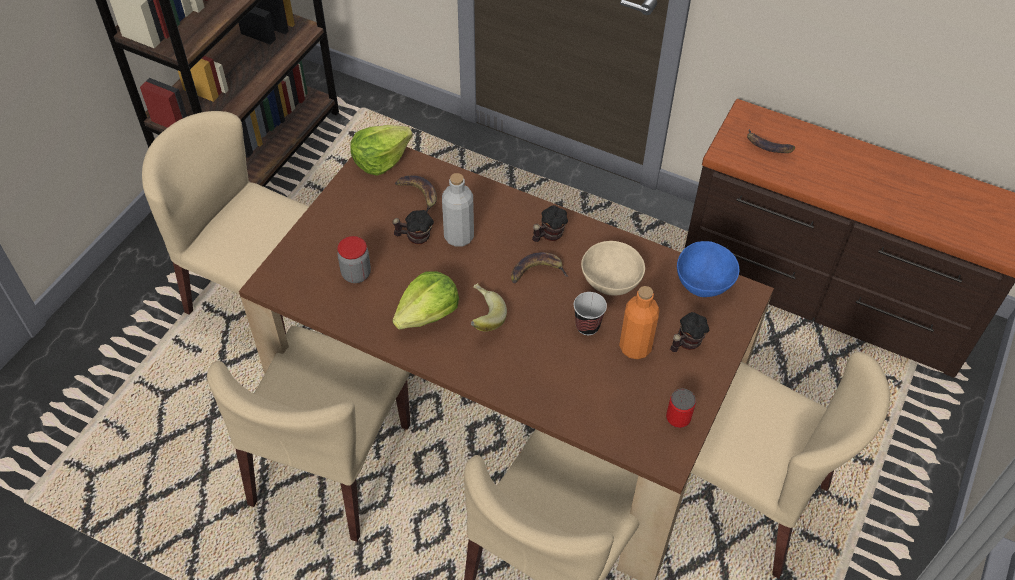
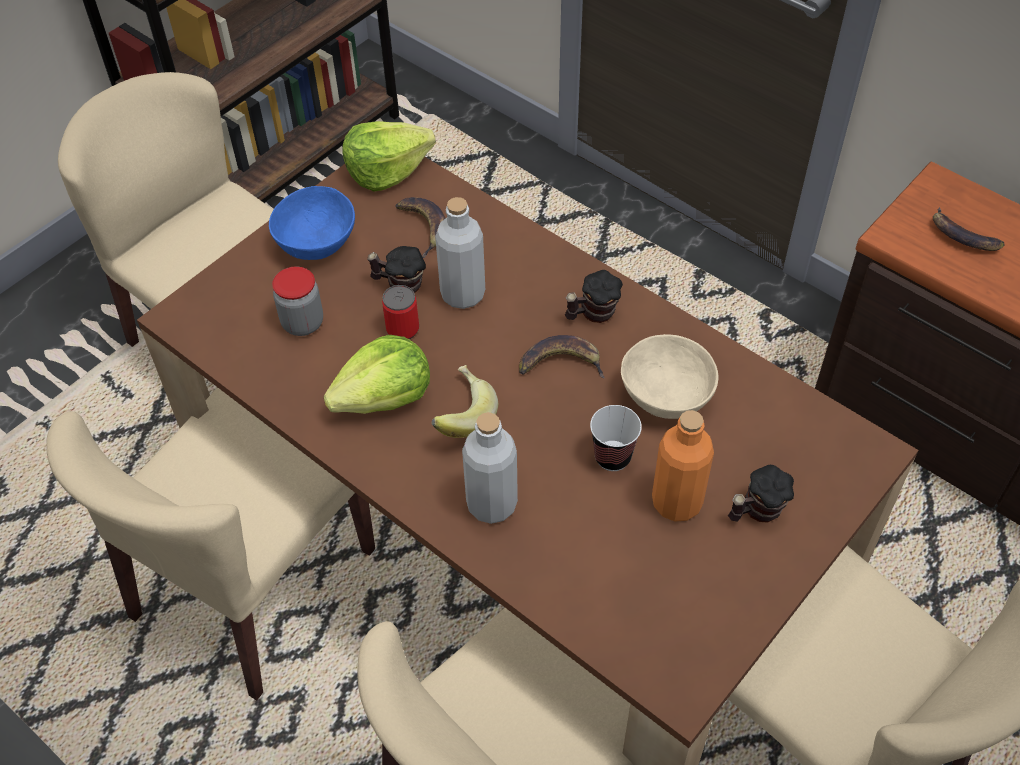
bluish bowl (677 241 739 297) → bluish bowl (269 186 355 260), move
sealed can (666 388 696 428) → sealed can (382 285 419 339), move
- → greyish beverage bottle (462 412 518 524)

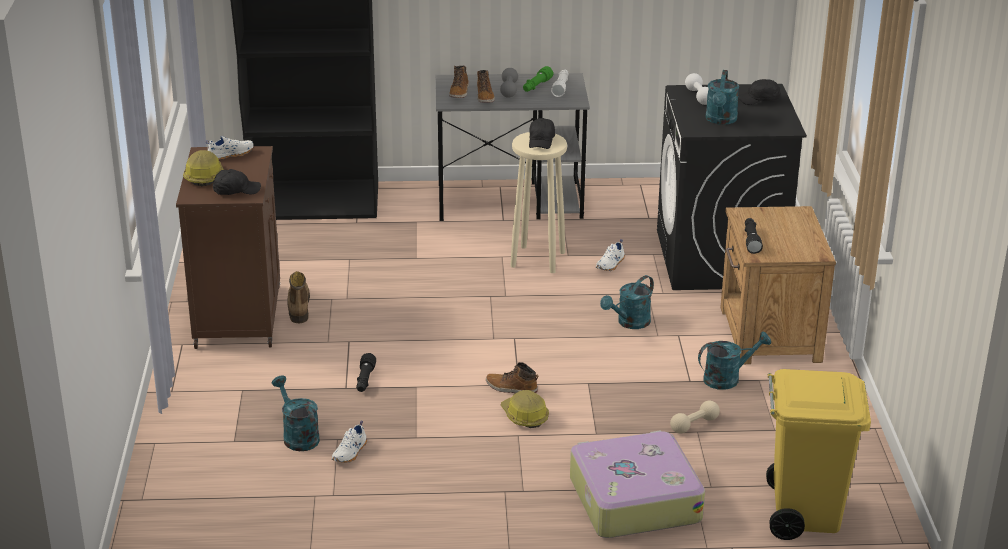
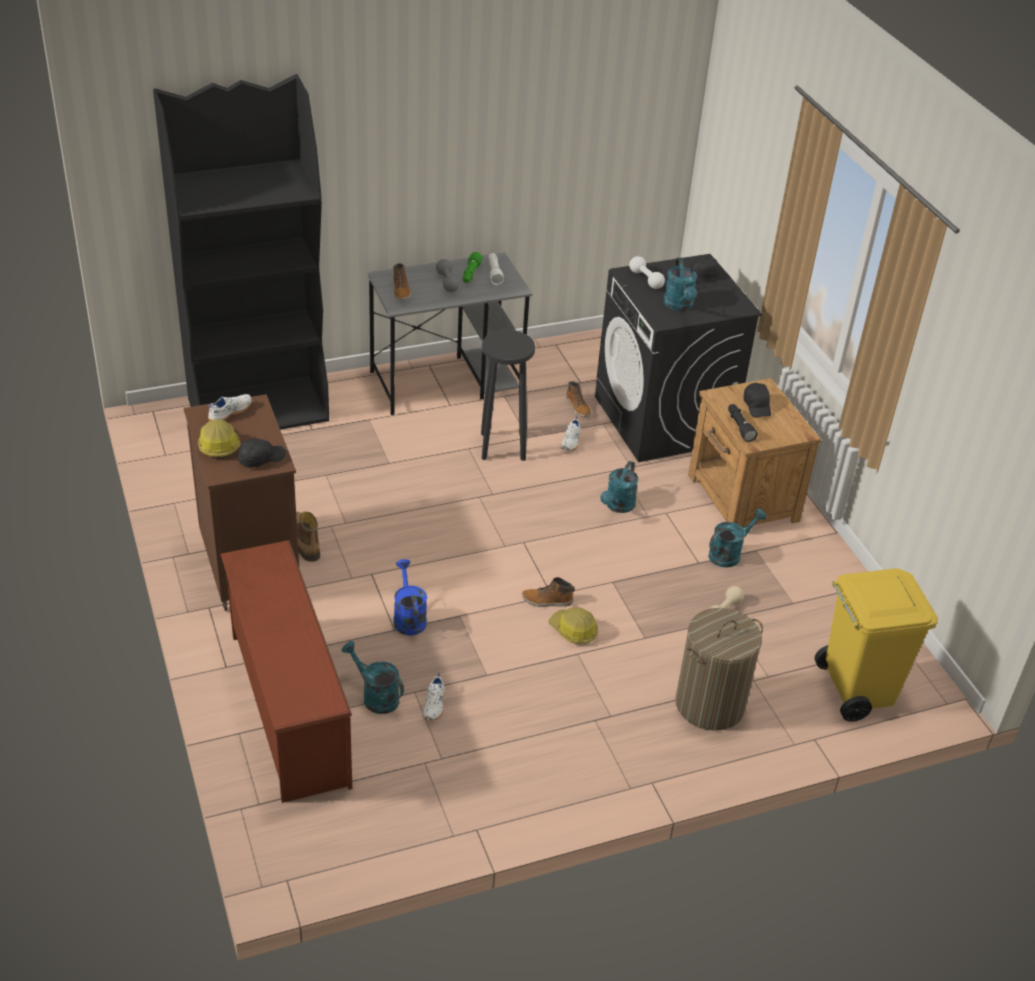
tall boot (477 70 495 102) → tall boot (566 381 591 417), move
black-coloured baseball cap (529 118 555 149) → black-coloured baseball cap (743 383 771 417), move
sand-coloured stool seat (510 132 567 273) → black-coloured stool seat (481 330 535 461)
black-coloured flashlight (356 353 376 392) → bluish sprinkling can (393 559 427 636)
piece of luggage (570 430 705 538) → laundry basket (676 608 763 731)
- → brown-coloured shoe rack (221 540 352 803)

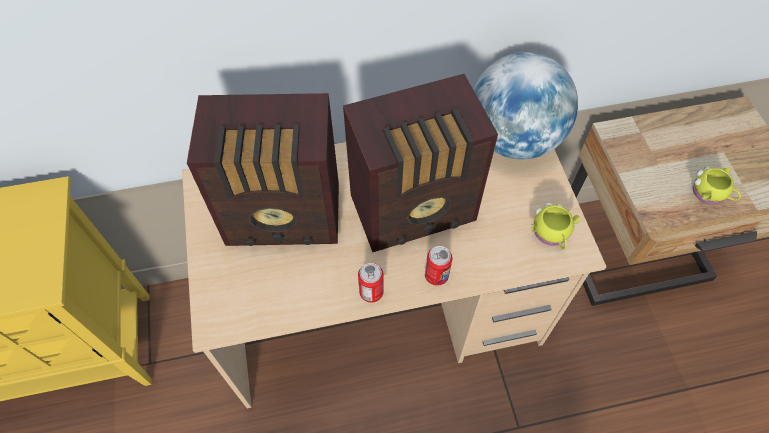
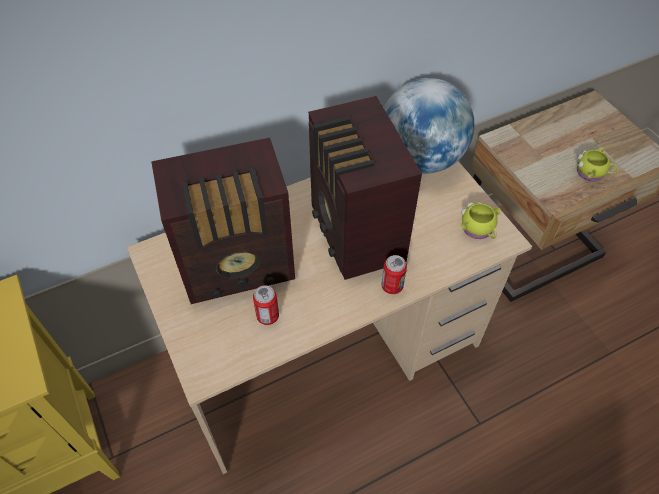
radio receiver (343 74 498 252) → radio receiver (308 96 422 280), 105 degrees clockwise
sealed can (358 263 384 303) → sealed can (253 285 279 325), move

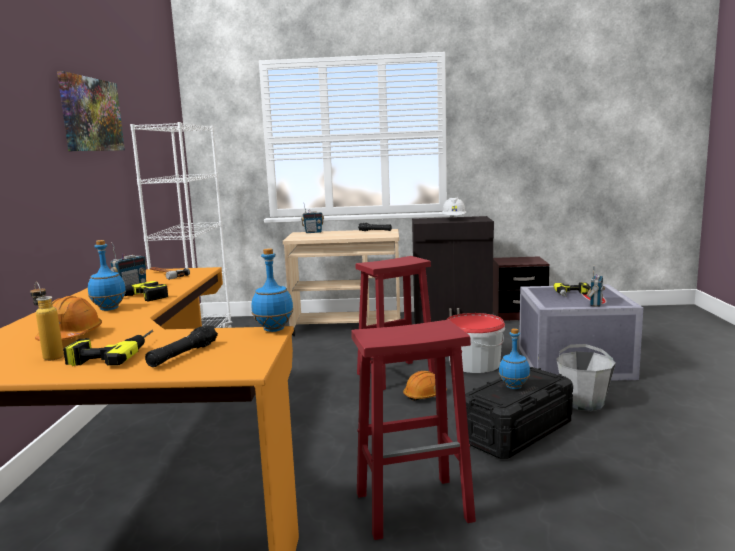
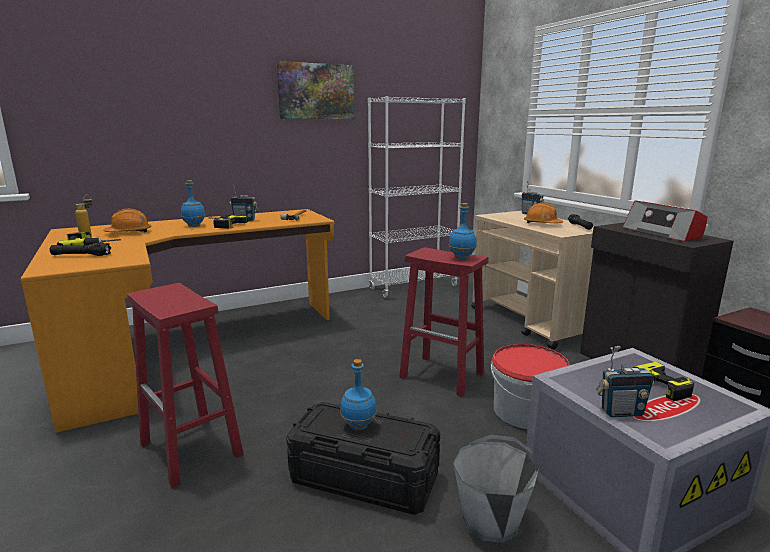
whitish safety helmet (441 198 466 217) → radio receiver (623 200 708 241)
bluish beverage bottle (252 248 293 332) → bluish beverage bottle (449 203 477 259), move
orangey safety helmet (403 371 447 401) → orangey safety helmet (524 203 563 223), move

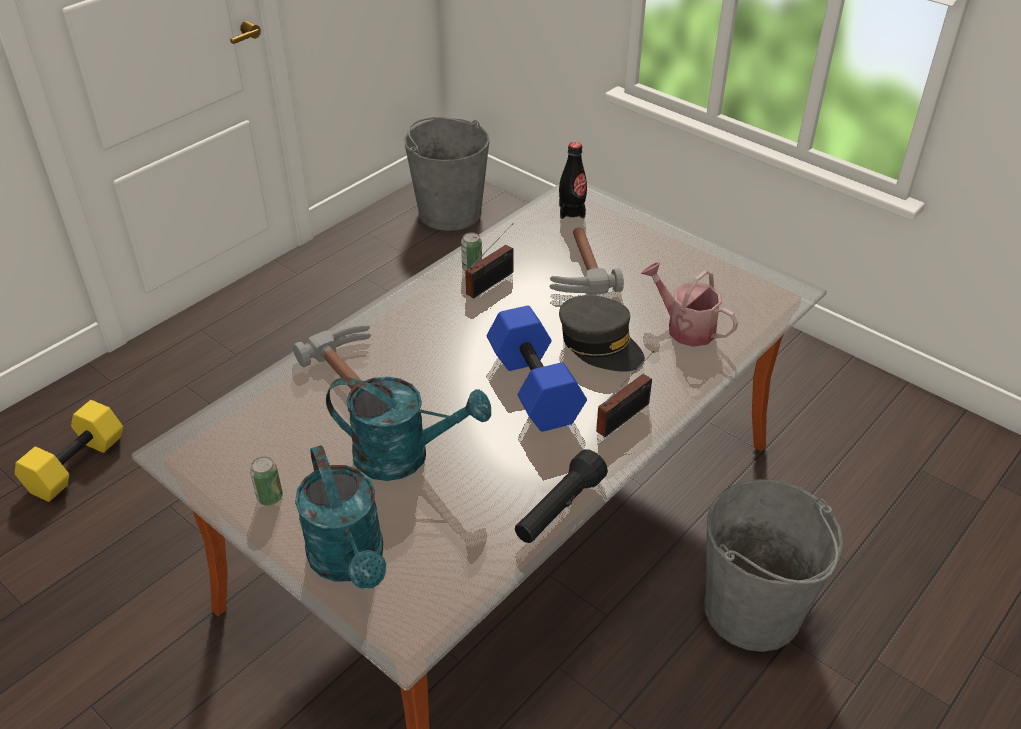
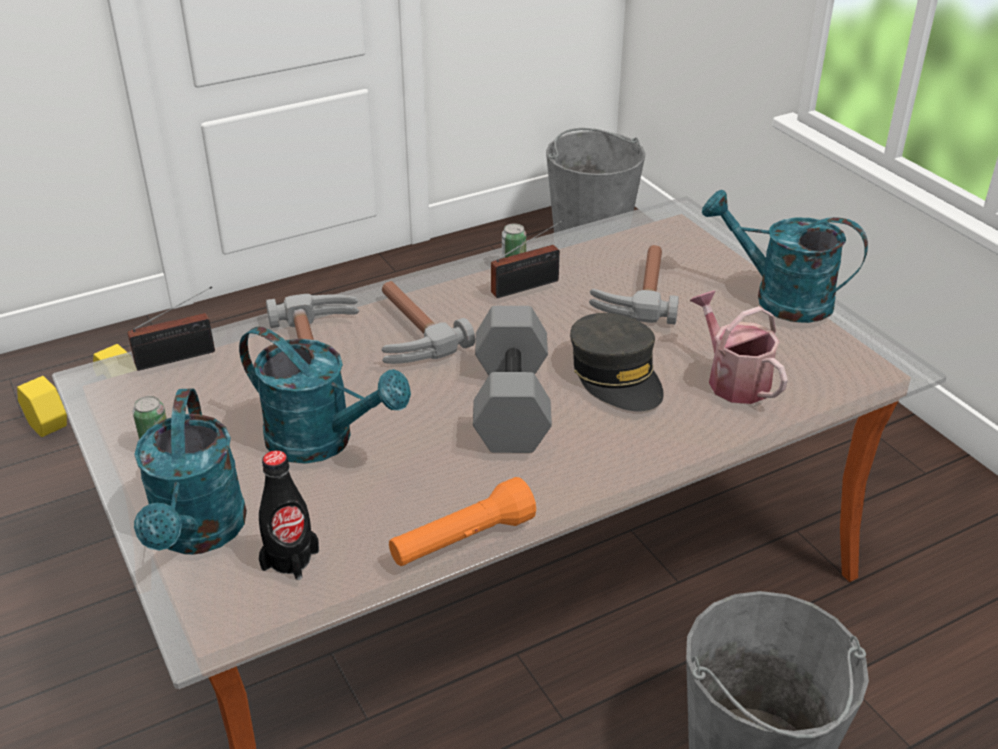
black-coloured beverage bottle (559 142 587 219) → black-coloured beverage bottle (259 450 319 580), move
bluish hand weight (487 305 587 432) → greyish hand weight (473 306 552 453)
radio receiver (596 350 654 437) → radio receiver (128 286 215 371), move
black-coloured flashlight (515 449 608 543) → orangey flashlight (389 477 536 566)
- → blue-green sprinkling can (702 190 868 323)
- → hammer (381 281 475 364)

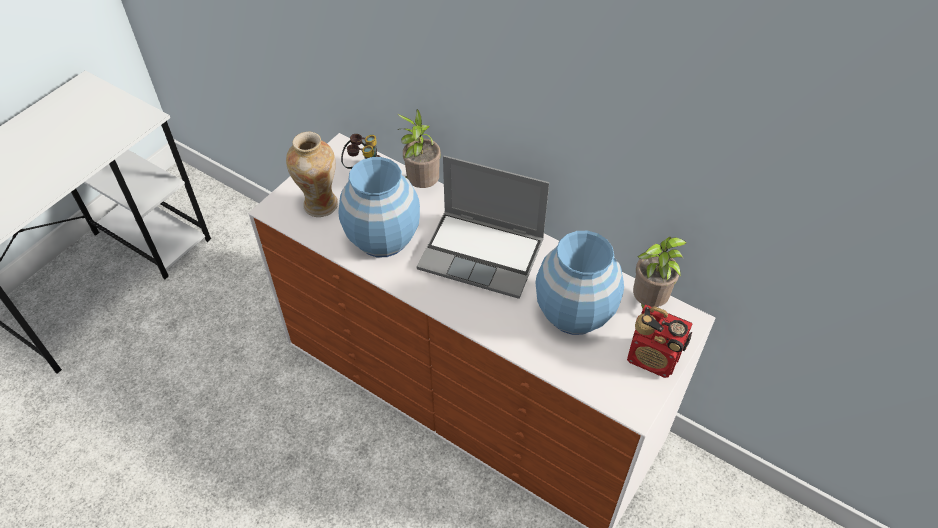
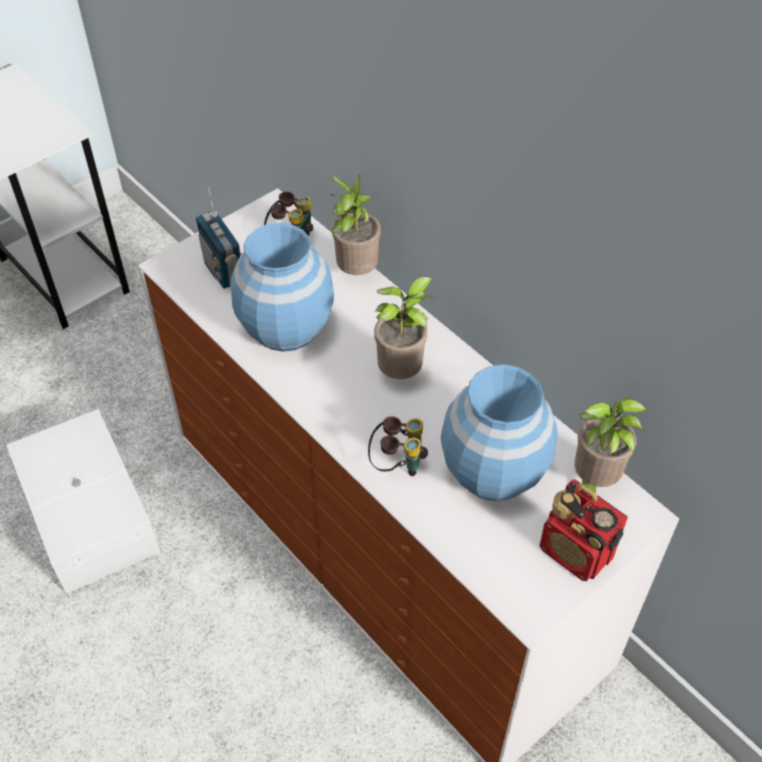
decorative vase (286 132 338 217) → radio receiver (196 187 242 289)
portable computer (416 156 549 299) → potted plant (374 276 434 379)
- → whitish storage container (6 409 160 594)
- → field glasses (368 416 428 476)

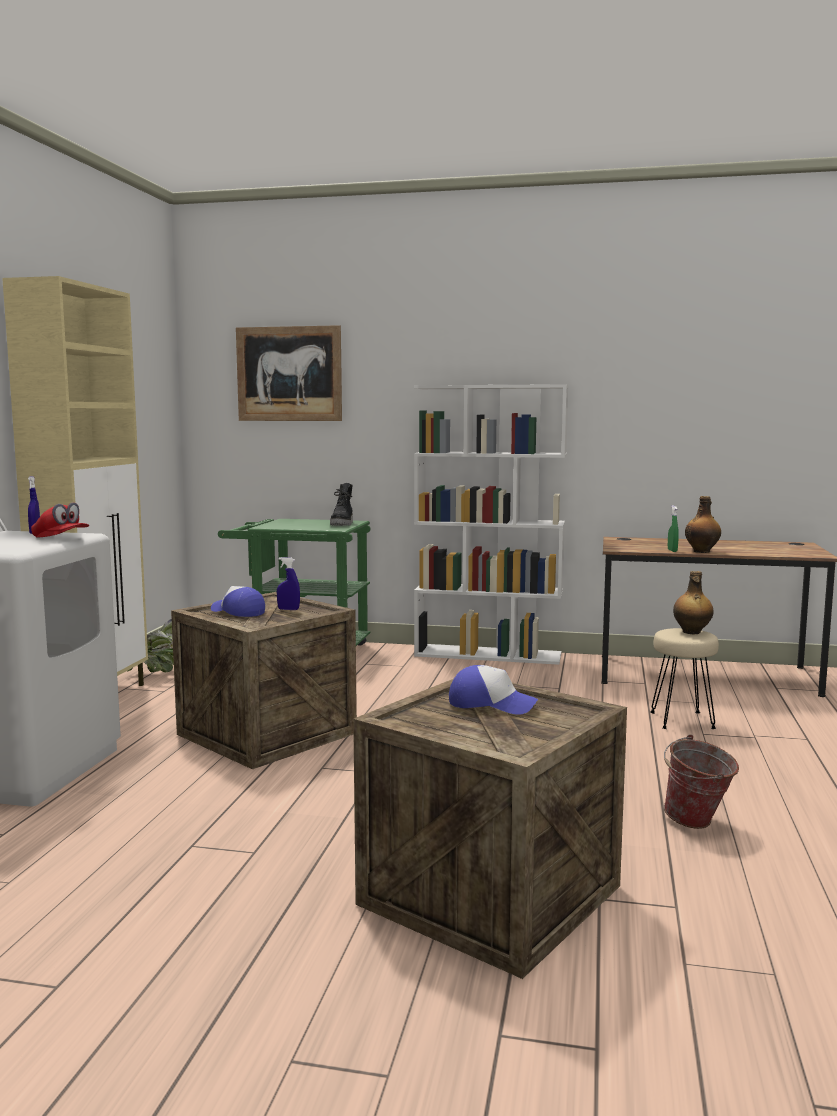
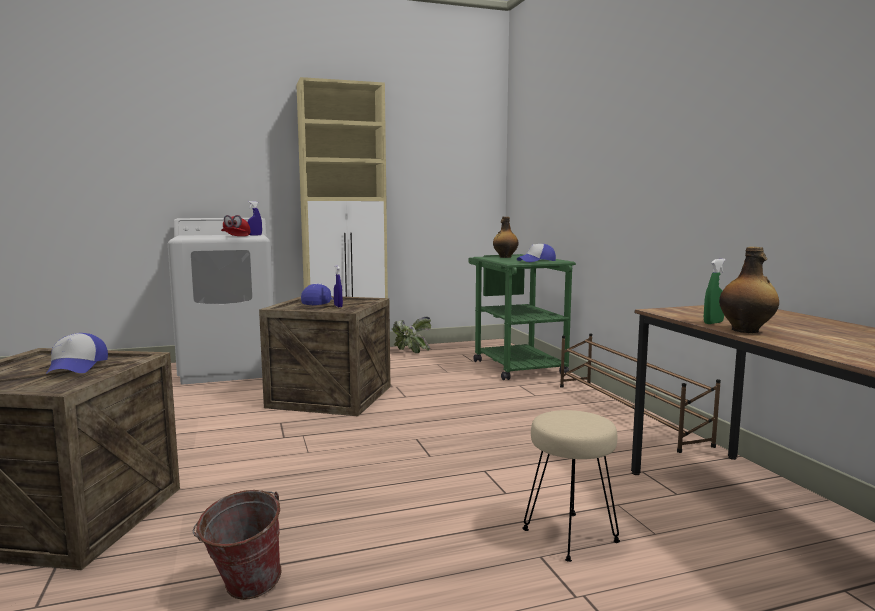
picture (236 325 342 421) → -
whitish bookcase (414 384 568 665) → brown-coloured shoe rack (560 334 721 453)
black-coloured tall boot (330 483 353 526) → baseball cap (517 244 556 262)
beverage bottle (673 571 714 634) → beverage bottle (493 217 519 258), move

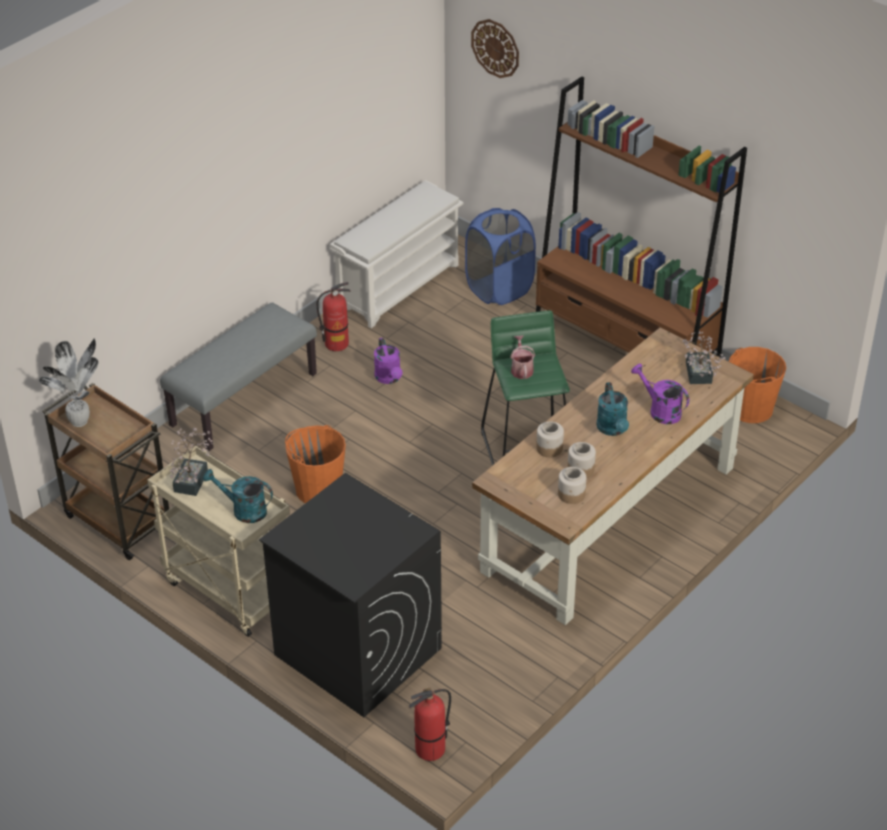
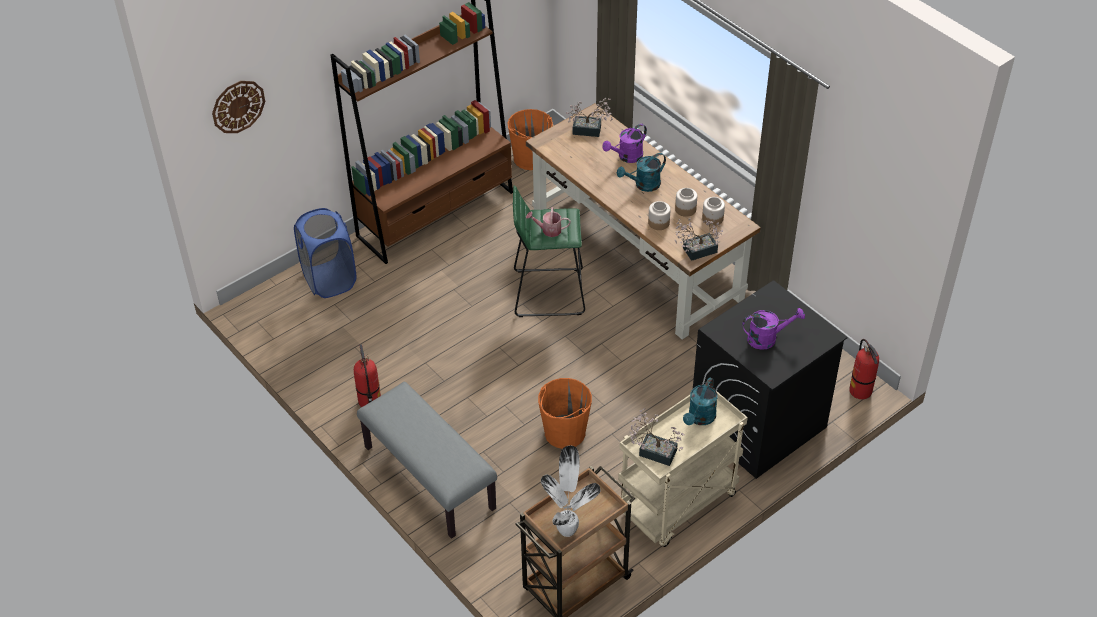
whitish shoe rack (330 180 464 328) → -
purple sprinkling can (374 338 402 384) → purple sprinkling can (742 308 805 350), move
blue-green sprinkling can (596 382 629 436) → blue-green sprinkling can (617 153 666 192), 150 degrees clockwise
- → potted plant (675 218 723 261)

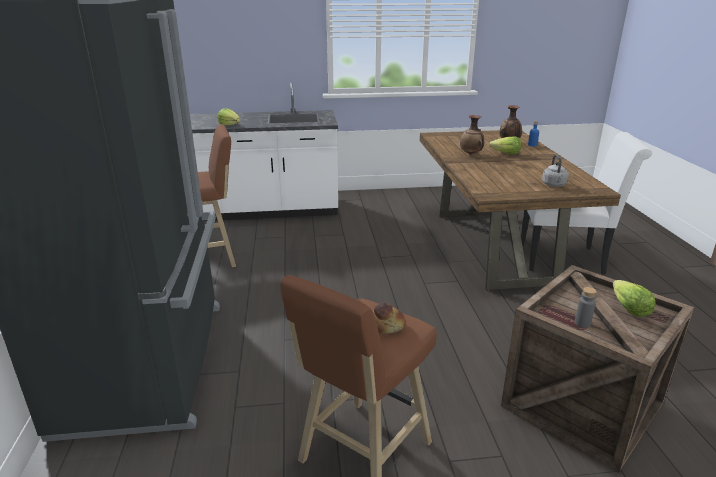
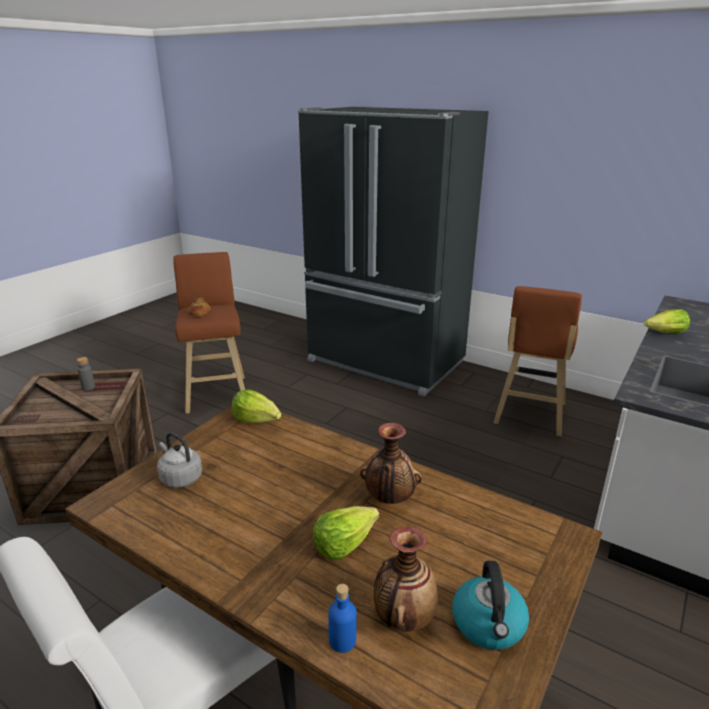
lettuce (613 280 656 317) → lettuce (232 389 281 423), move
- → water kettle (452 561 529 650)

